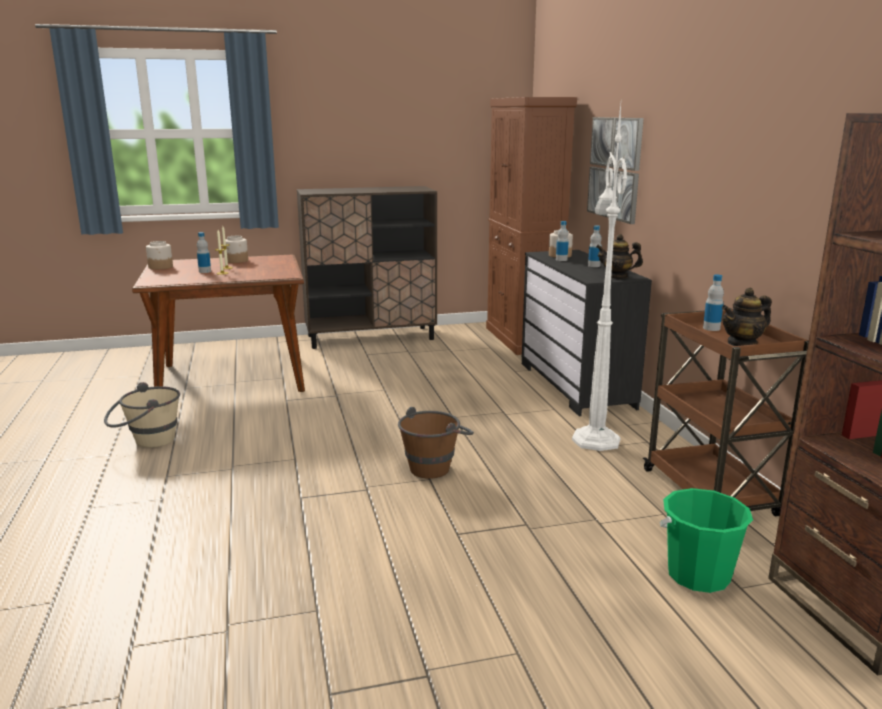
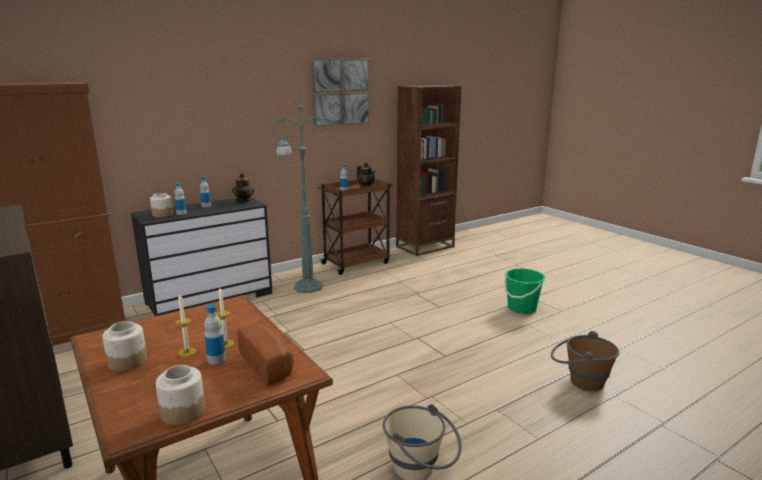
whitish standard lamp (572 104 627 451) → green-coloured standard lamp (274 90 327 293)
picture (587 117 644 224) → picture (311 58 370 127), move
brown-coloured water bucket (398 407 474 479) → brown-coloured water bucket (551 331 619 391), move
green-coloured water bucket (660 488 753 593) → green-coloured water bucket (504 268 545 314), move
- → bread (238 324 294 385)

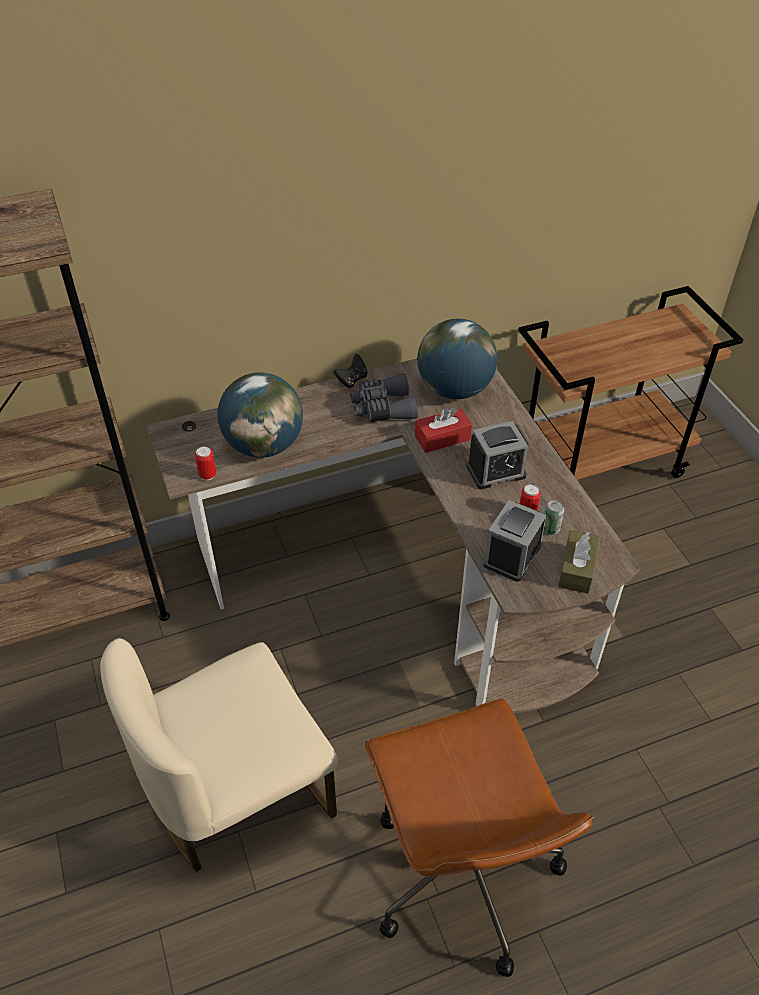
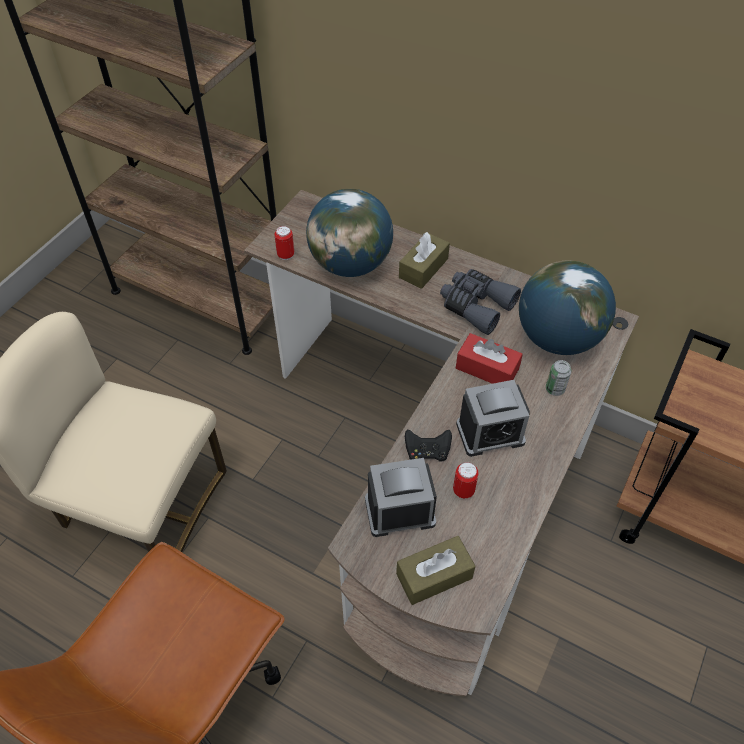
black-coloured game controller (334 354 368 388) → black-coloured game controller (405 429 452 462), move
alarm clock (466 421 528 489) → alarm clock (456 380 530 457), 45 degrees counterclockwise
sealed can (544 500 564 535) → sealed can (546 360 571 396), move
- → brown-coloured box of tissues (399 232 450 289)

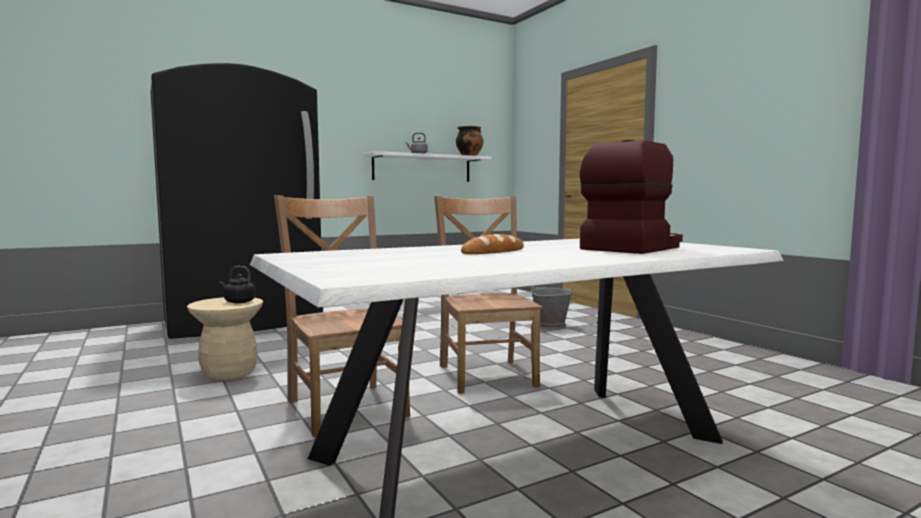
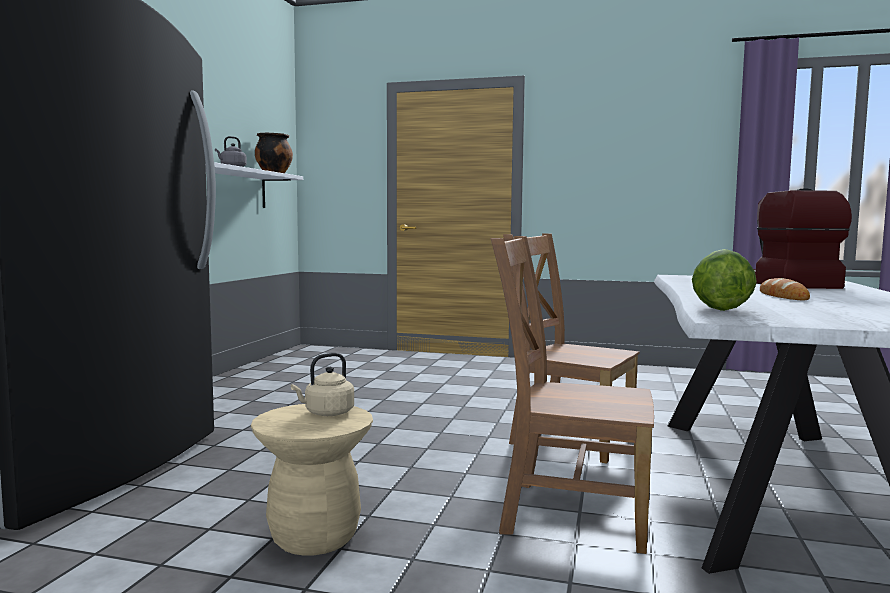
black-coloured water kettle (219 266 255 303) → sand-coloured water kettle (291 353 354 416)
greyish water bucket (531 286 575 329) → -
- → lettuce (692 249 757 311)

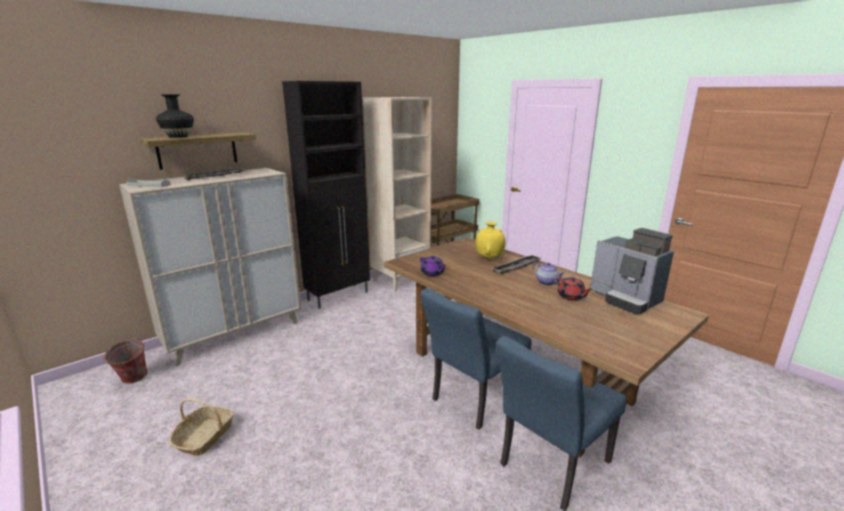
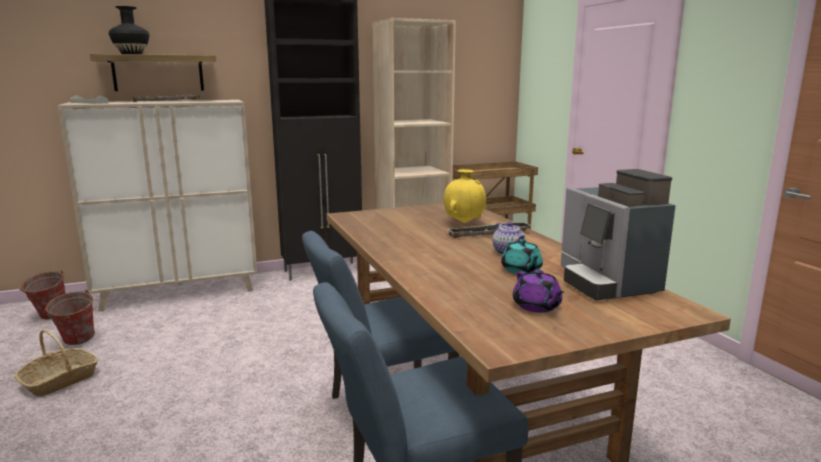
purple teapot (420 256 447 276) → purple teapot (513 270 565 312), move
reddish teapot (556 277 592 301) → blue-green teapot (501 239 543 274)
- → water bucket (44 290 95 345)

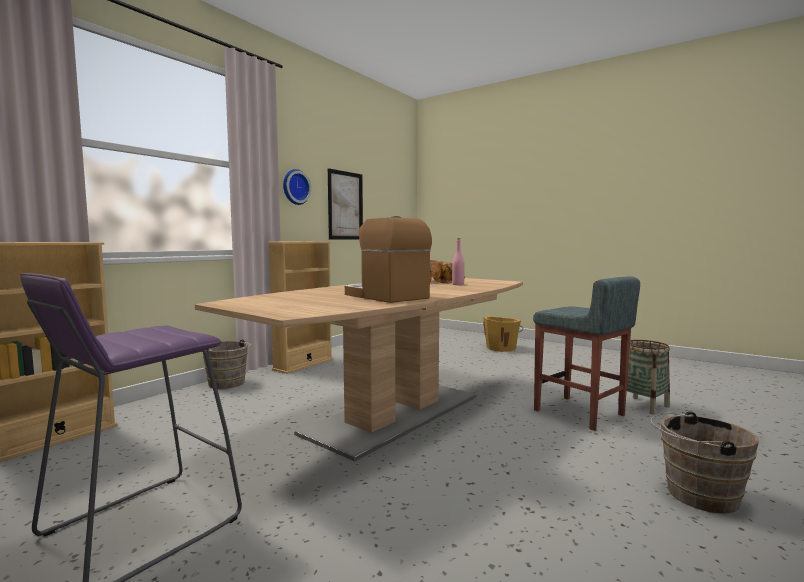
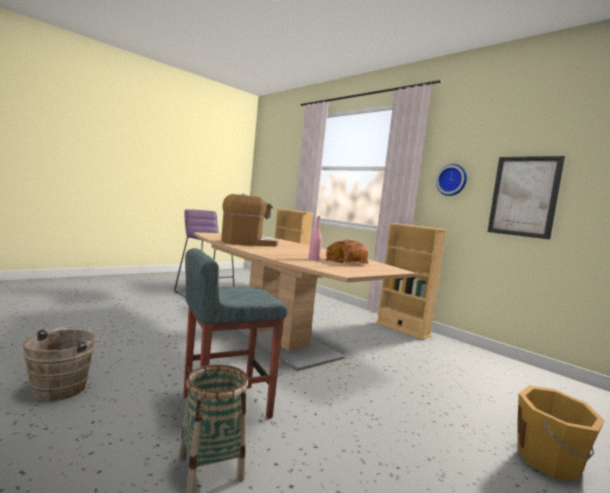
brown-coloured water bucket (203 339 251 389) → -

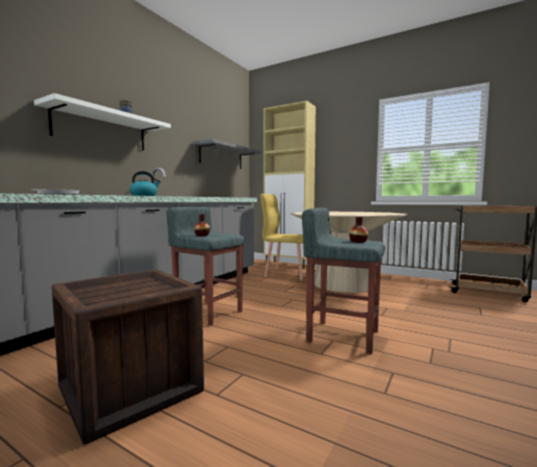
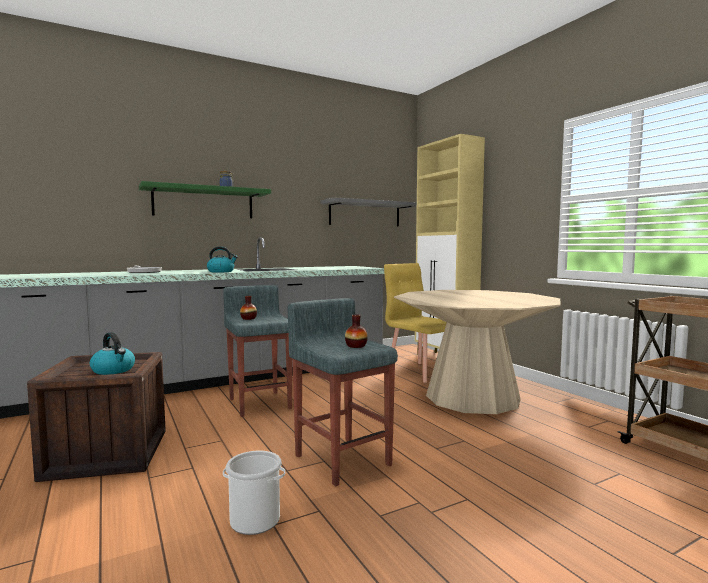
whitish shelf (34 93 171 151) → green-coloured shelf (139 181 271 218)
- → water kettle (90 332 135 375)
- → water bucket (223 451 285 535)

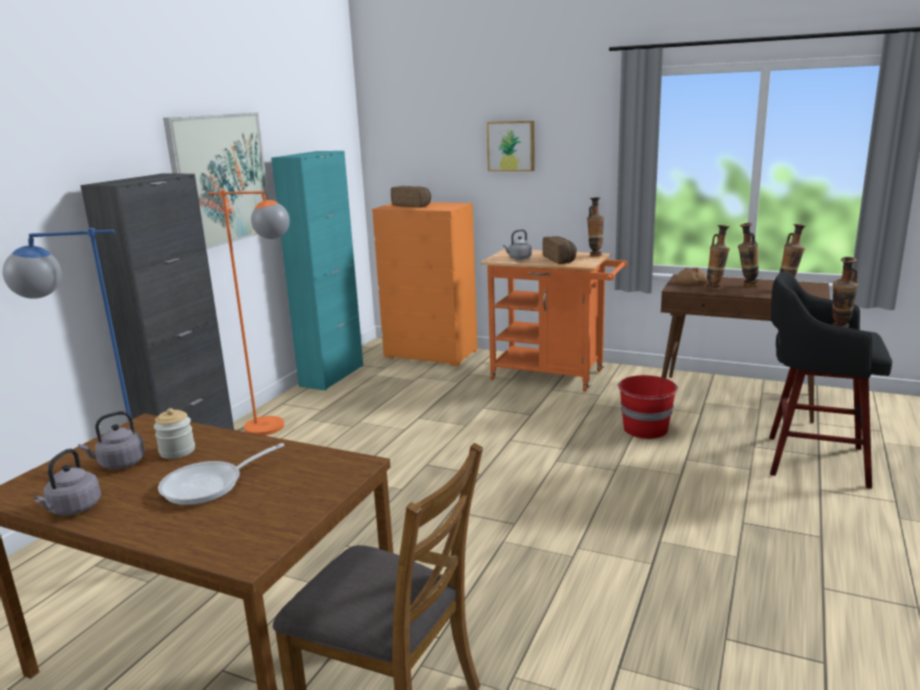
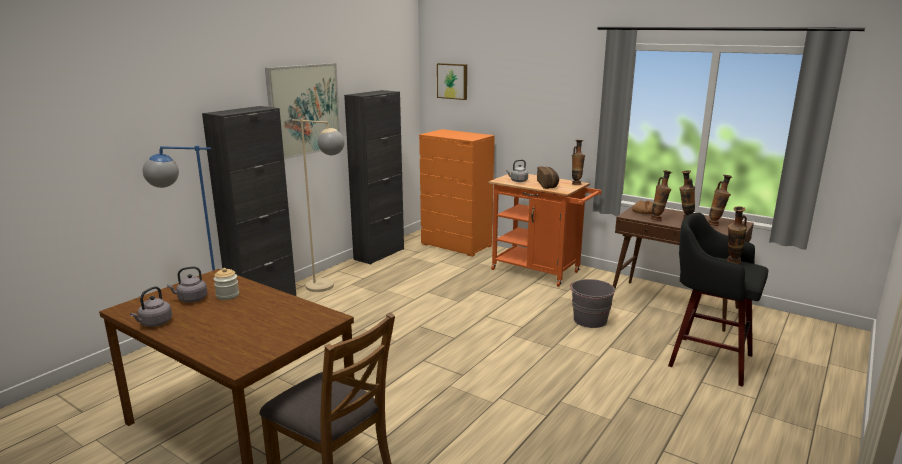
picture (487 121 535 171) → picture (437 63 467 100), move
blue-green storage cabinet (271 151 363 391) → black-coloured storage cabinet (344 90 404 265)
bread (391 186 431 208) → -
orangey standard lamp (208 190 290 436) → sand-coloured standard lamp (292 119 344 292)
reddish water bucket (618 375 678 439) → greyish water bucket (570 279 615 328)
pan (158 443 285 505) → -

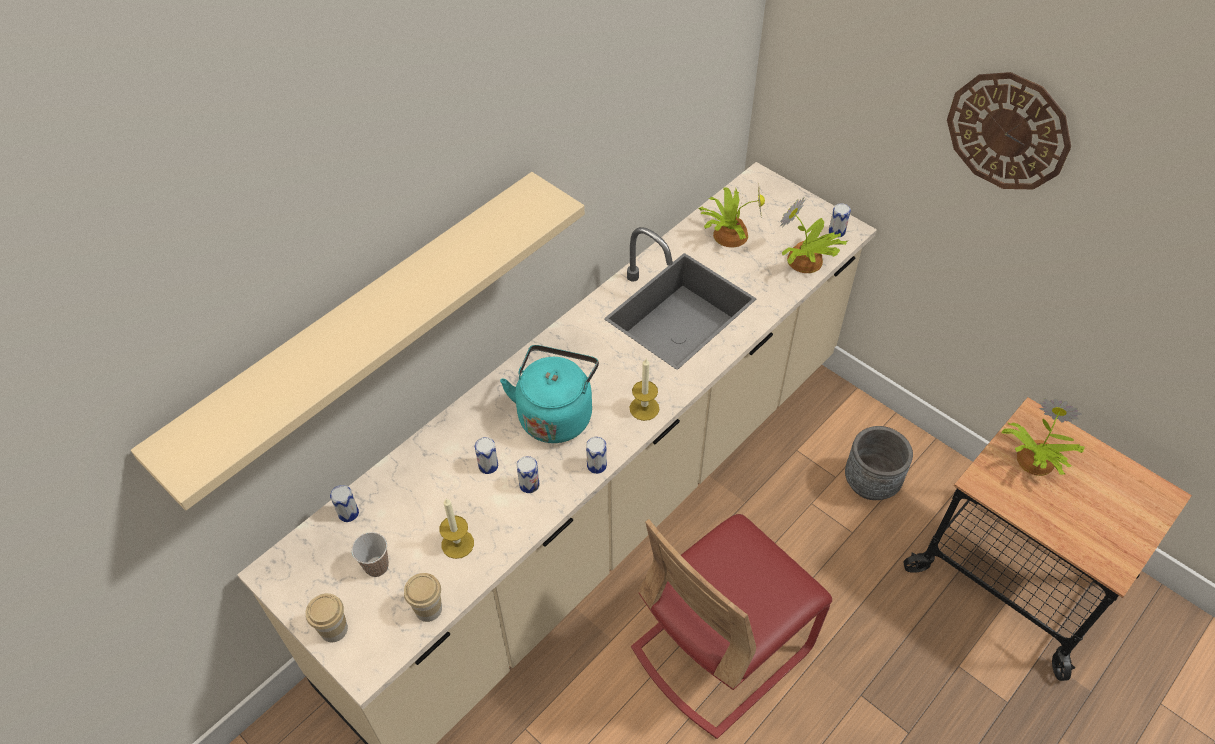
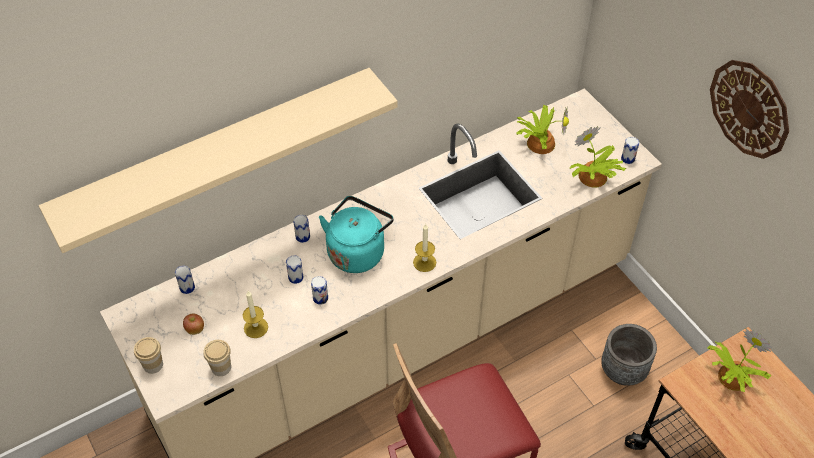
sealed can (586 437 607 474) → sealed can (293 215 310 243), move
cup (351 532 389 577) → whole apple (183 314 204 335)

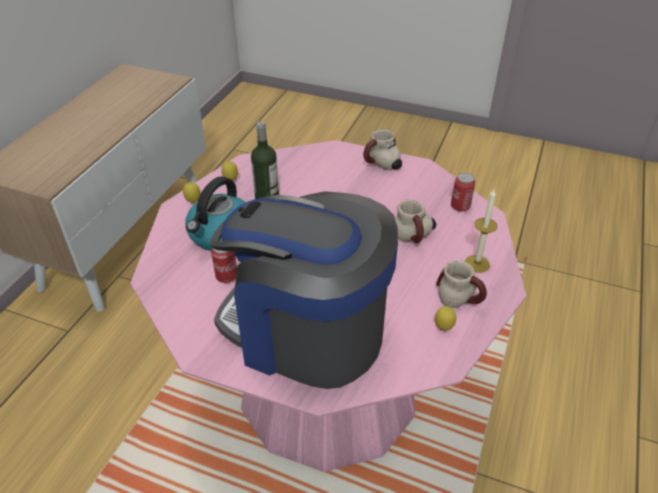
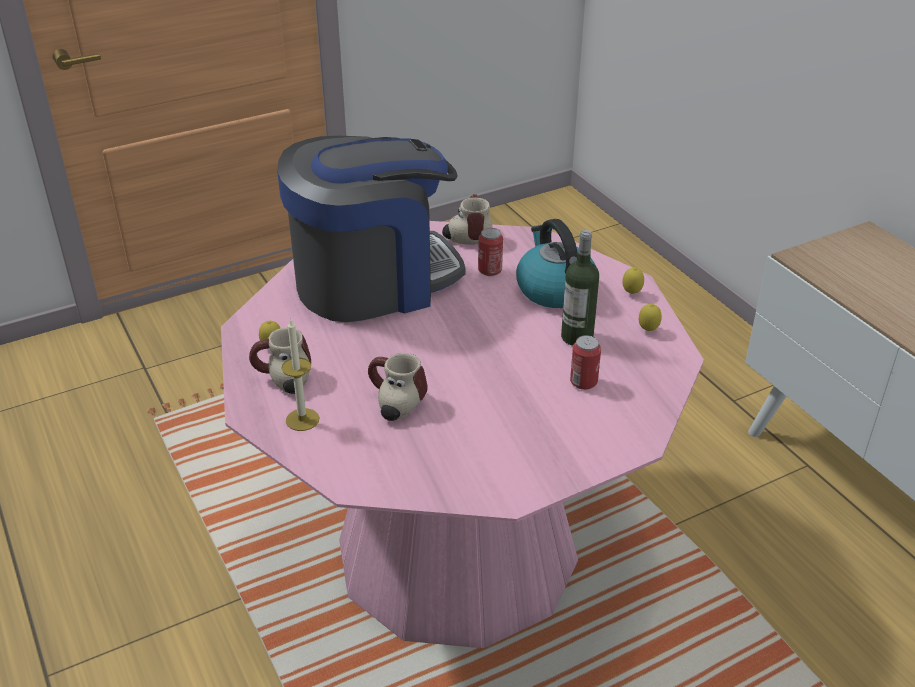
mug (363 129 402 170) → mug (442 194 493 244), move
sealed can (451 173 475 212) → sealed can (570 335 601 390), move

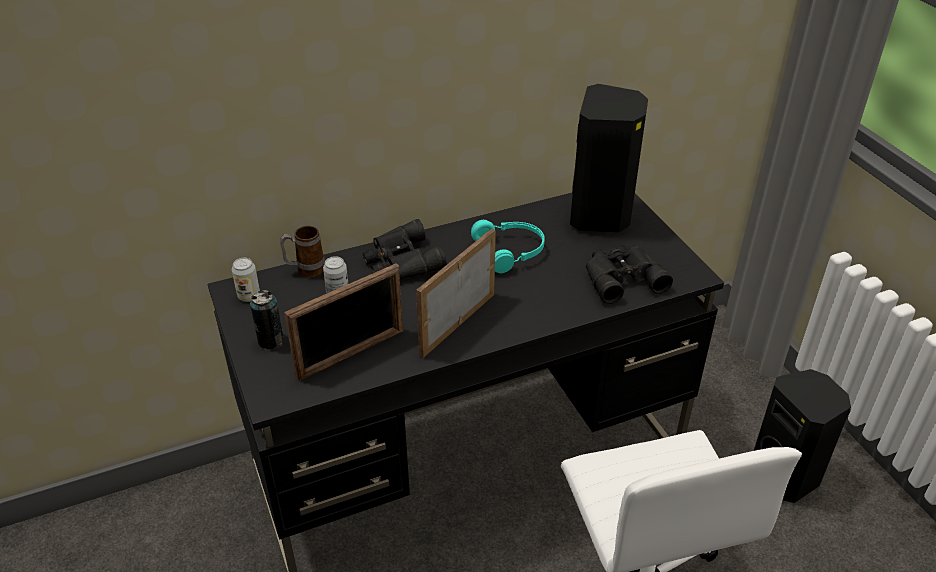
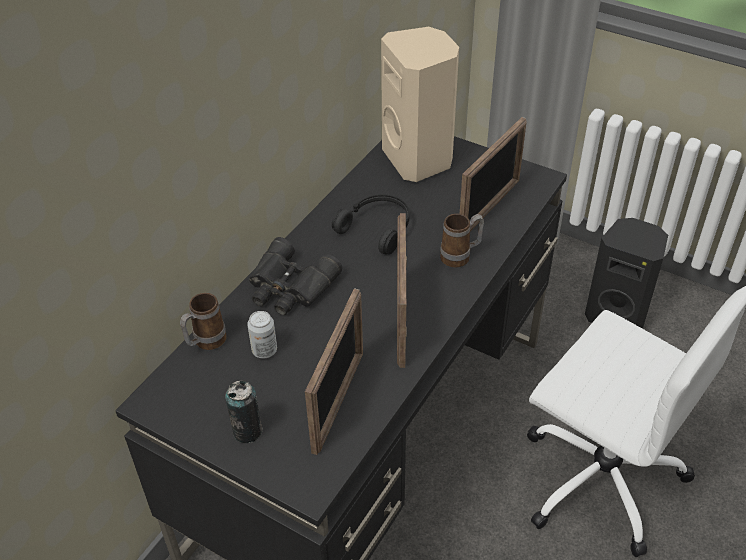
black-coloured loudspeaker (570 84 648 232) → sand-coloured loudspeaker (381 27 459 182)
blue-green headset (471 220 545 273) → black-coloured headset (332 194 409 255)
black-coloured field glasses (586 245 673 304) → photo frame (460 117 527 231)
sealed can (232 258 260 302) → -
- → mug (440 214 484 268)

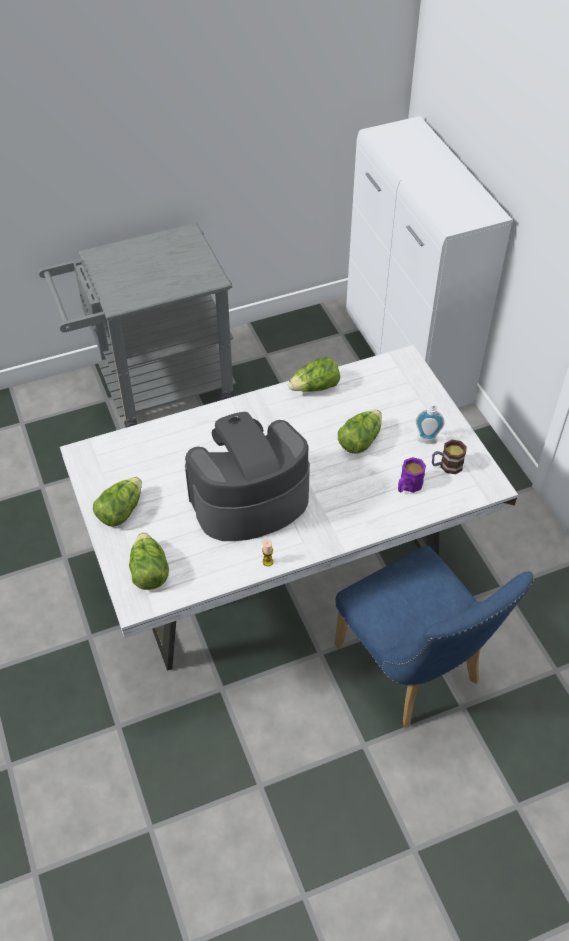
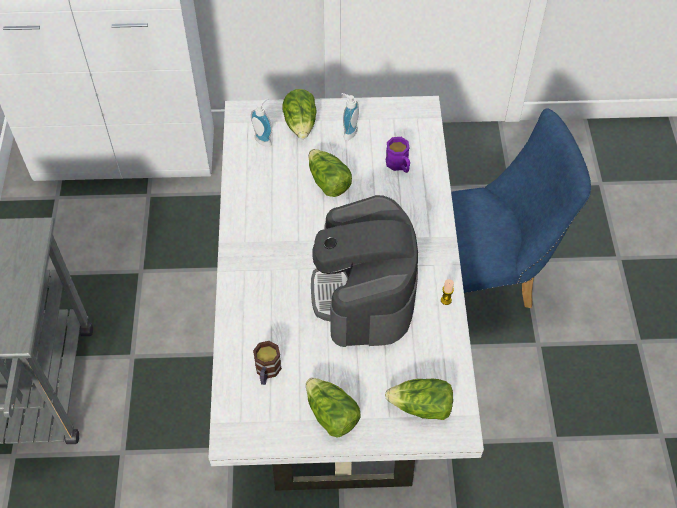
lettuce (288 357 340 392) → lettuce (282 89 317 139), move
mug (432 440 467 474) → mug (253 341 282 385), move
- → soap dispenser (251 99 272 147)

